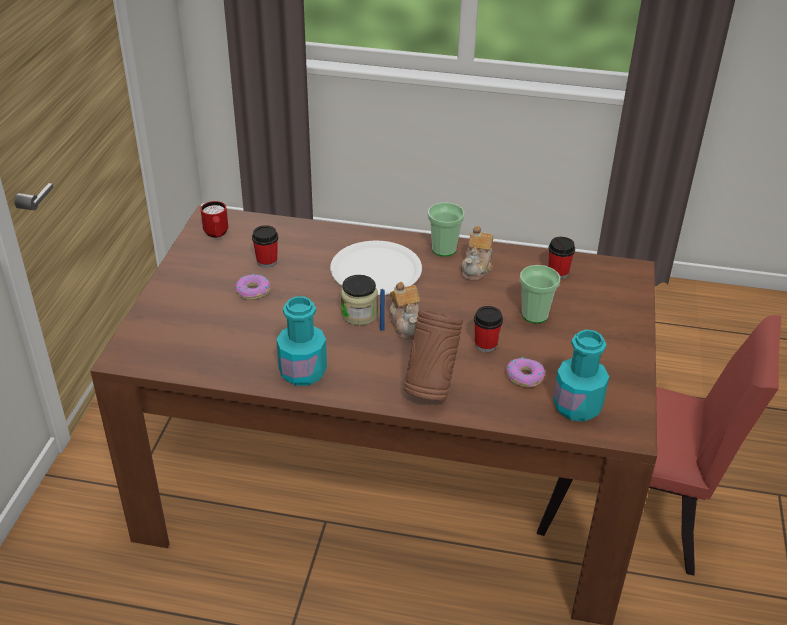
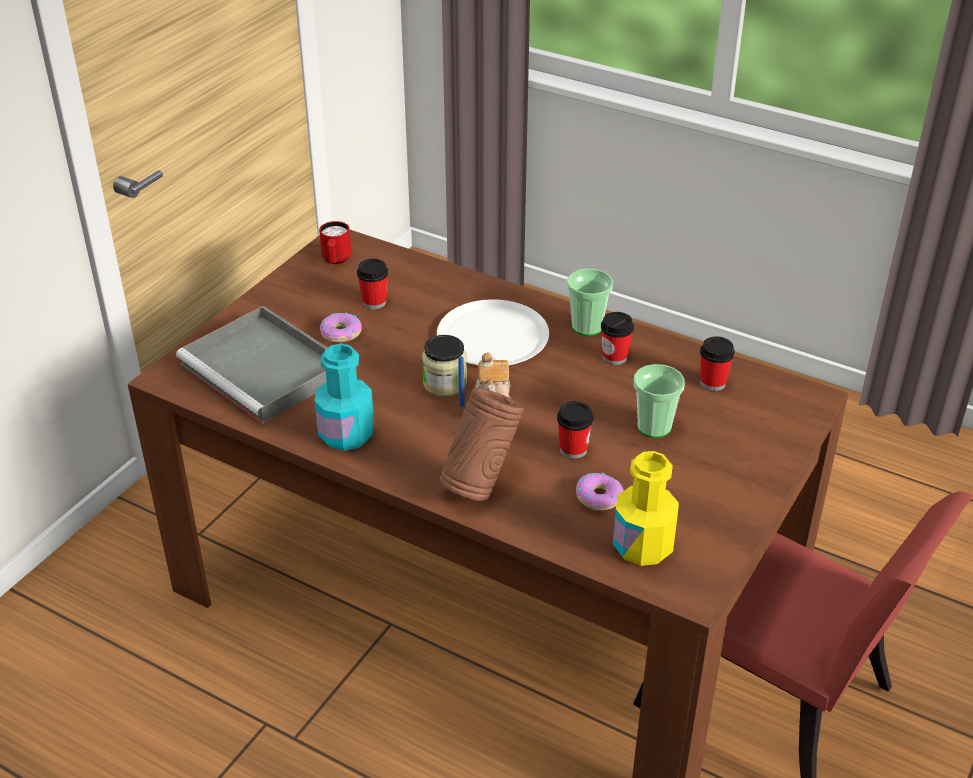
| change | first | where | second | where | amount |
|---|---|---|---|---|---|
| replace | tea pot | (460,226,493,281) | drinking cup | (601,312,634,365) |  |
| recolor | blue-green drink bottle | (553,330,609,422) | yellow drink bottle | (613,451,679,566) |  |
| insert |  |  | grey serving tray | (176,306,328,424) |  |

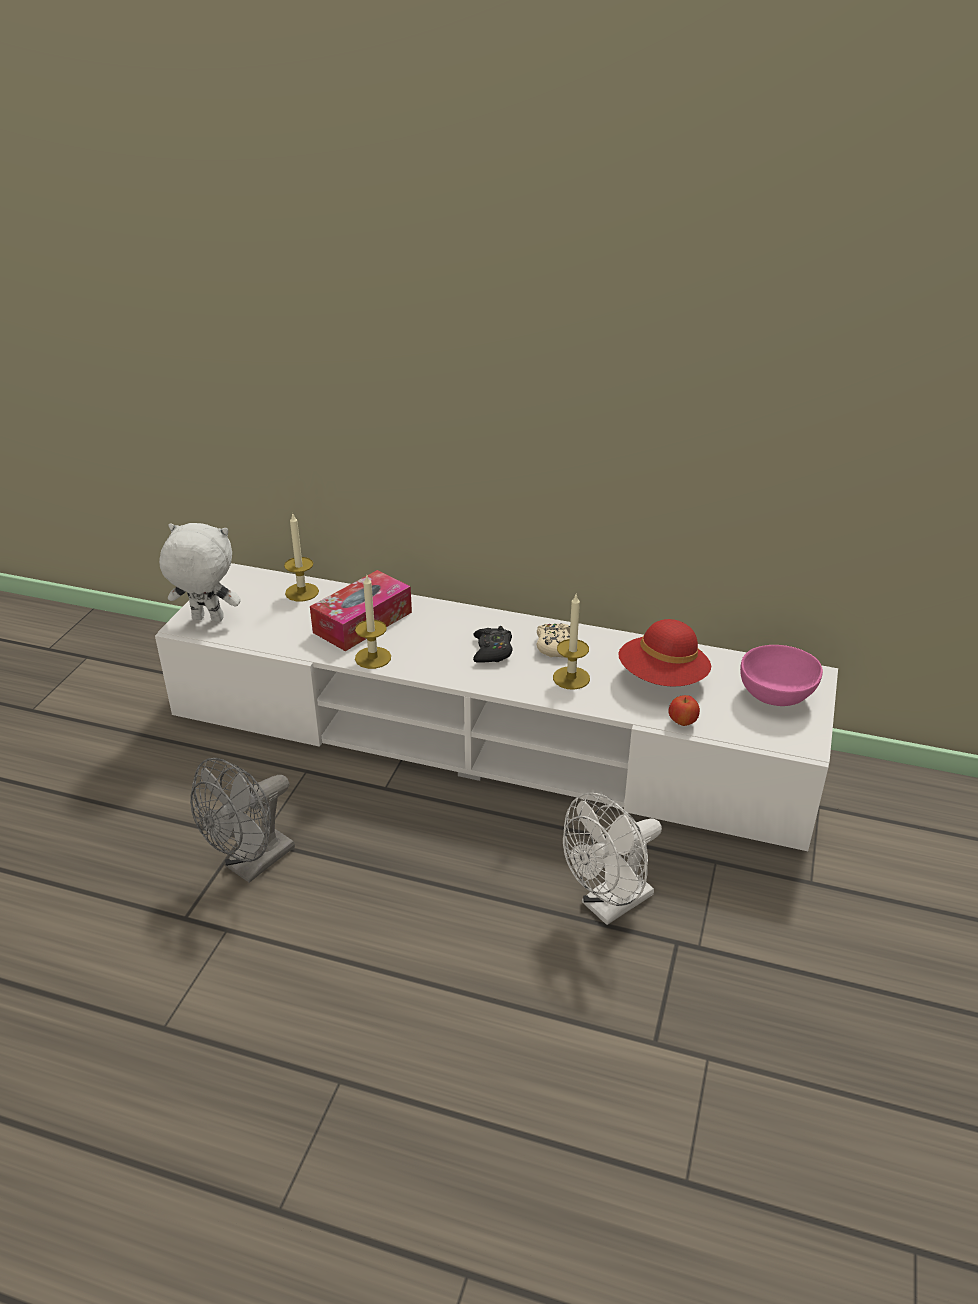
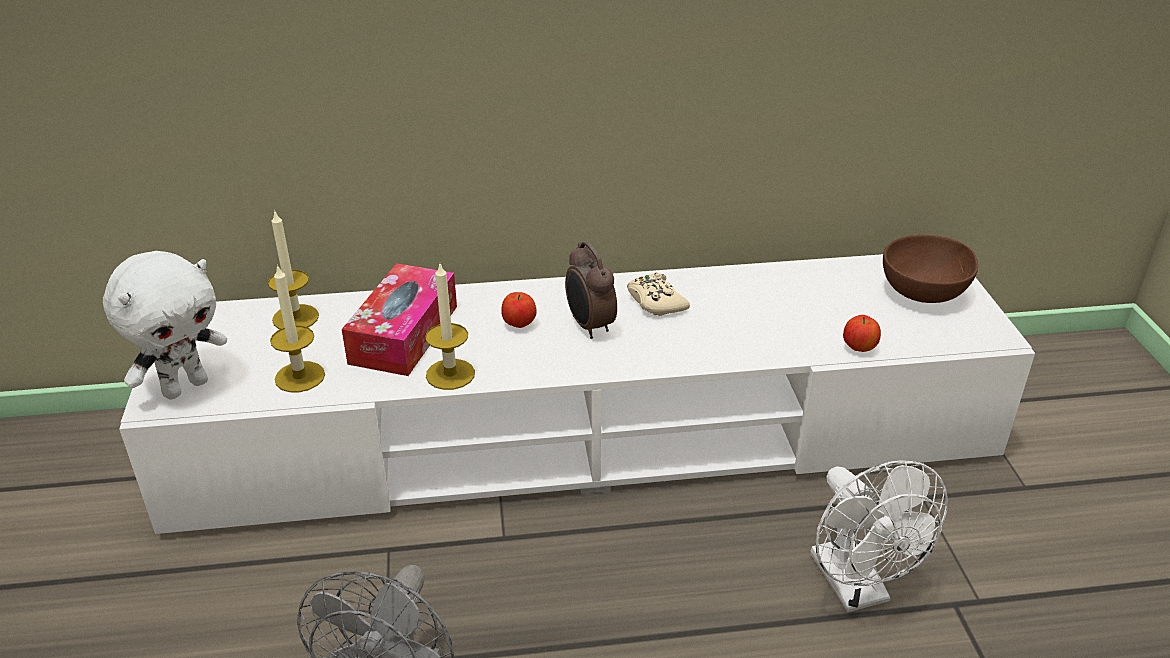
| change | first | where | second | where | amount |
|---|---|---|---|---|---|
| rotate | white-coloured plush toy | (159,523,241,622) |  | (103,251,227,400) | 150 degrees clockwise |
| replace | blackish game controller | (473,626,513,663) | table clock | (565,241,617,339) |  |
| move | wax candle | (553,595,590,690) |  | (270,264,325,392) |  |
| rotate | white-coloured fan | (563,793,662,925) |  | (810,460,948,612) | 45 degrees counterclockwise |
| delete | red-coloured clothing hat | (618,619,711,687) |  |  |  |
| recolor | pink-coloured serving bowl | (740,645,823,706) | brown serving bowl | (883,235,978,303) |  |
| insert |  |  | apple | (501,292,537,328) |  |

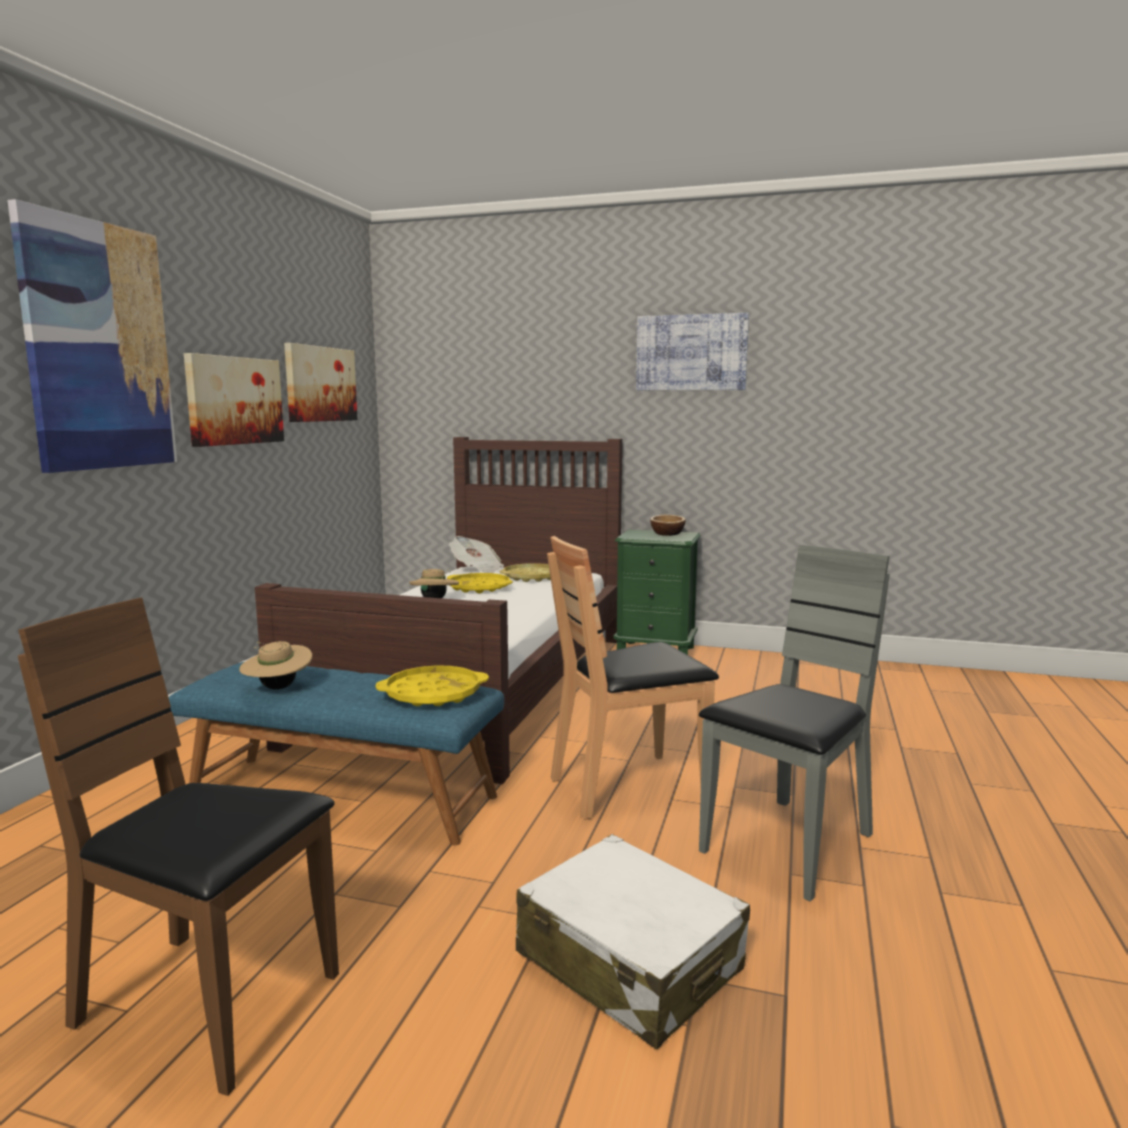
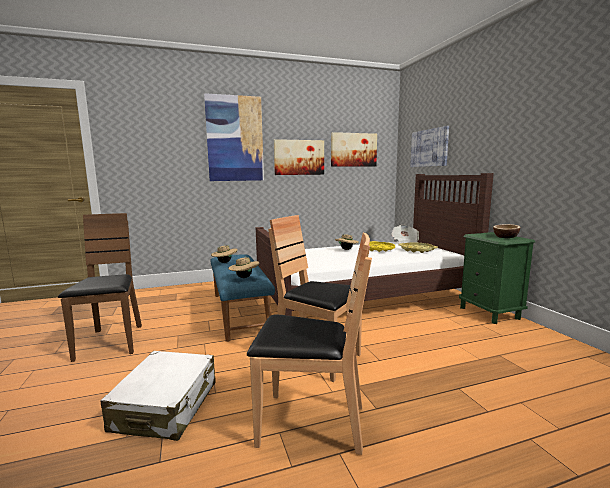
| change | first | where | second | where | amount |
|---|---|---|---|---|---|
| replace | yellow serving tray | (376,665,489,706) | beige clothing hat | (228,256,259,278) |  |
| move | wall picture | (636,313,749,391) |  | (410,126,449,167) |  |
| recolor | grey plain chair | (699,545,890,901) | brown plain chair | (247,232,372,455) |  |

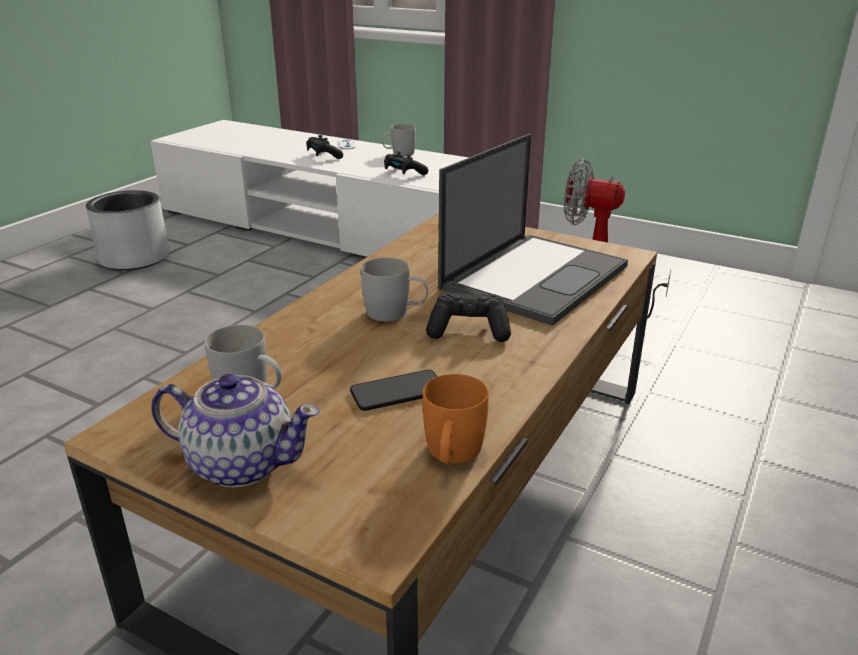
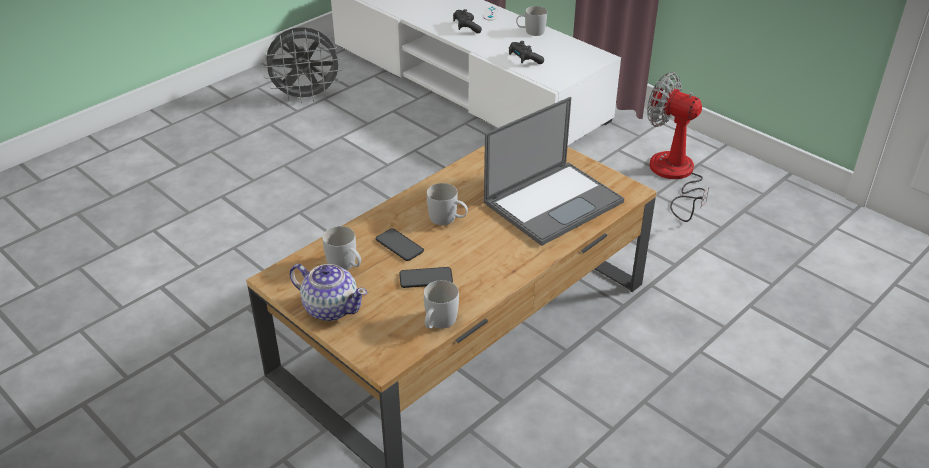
| change | first | where | second | where | amount |
|---|---|---|---|---|---|
| replace | grey flower pot | (86,190,169,271) | grey fan | (262,27,344,103) |  |
| recolor | orange-coloured mug | (423,374,489,463) | white-coloured mug | (424,280,459,329) |  |
| delete | blackish game controller | (426,292,511,342) |  |  |  |
| insert |  |  | handset | (376,228,424,261) |  |

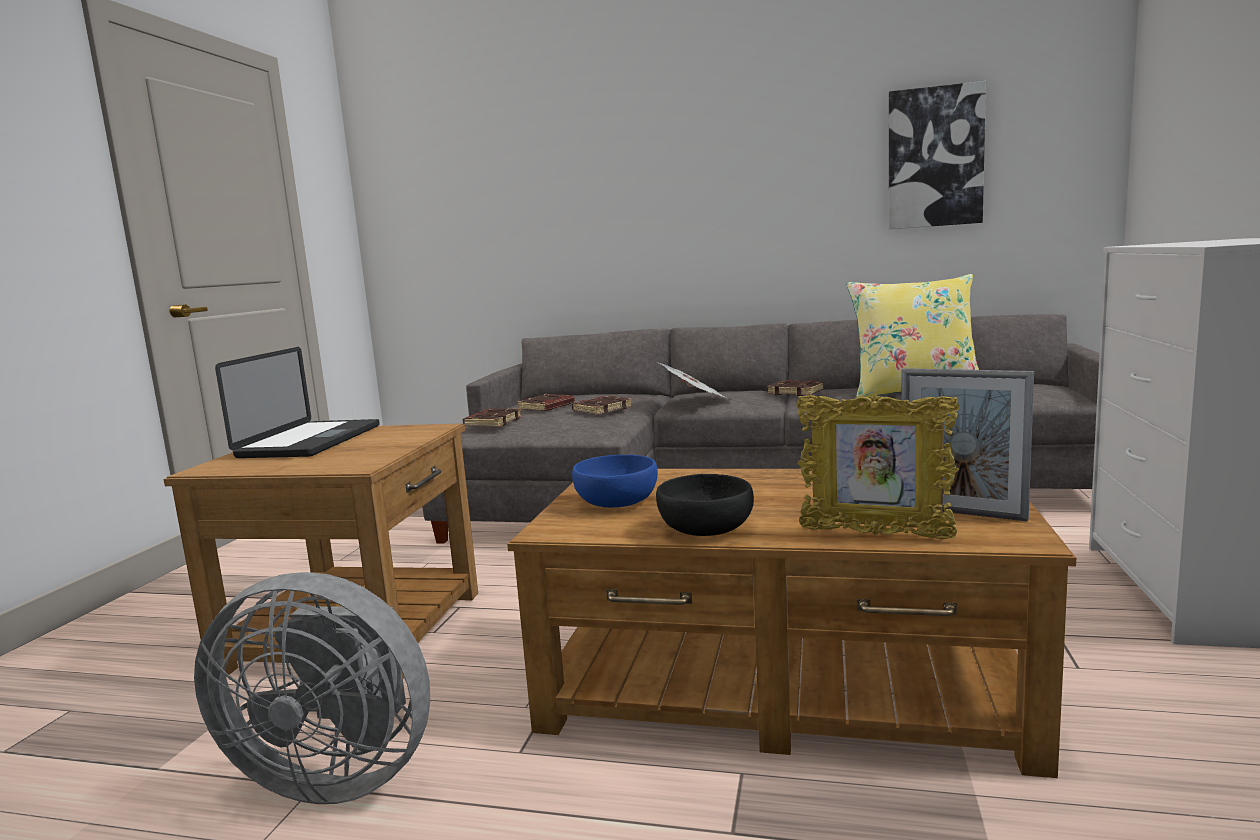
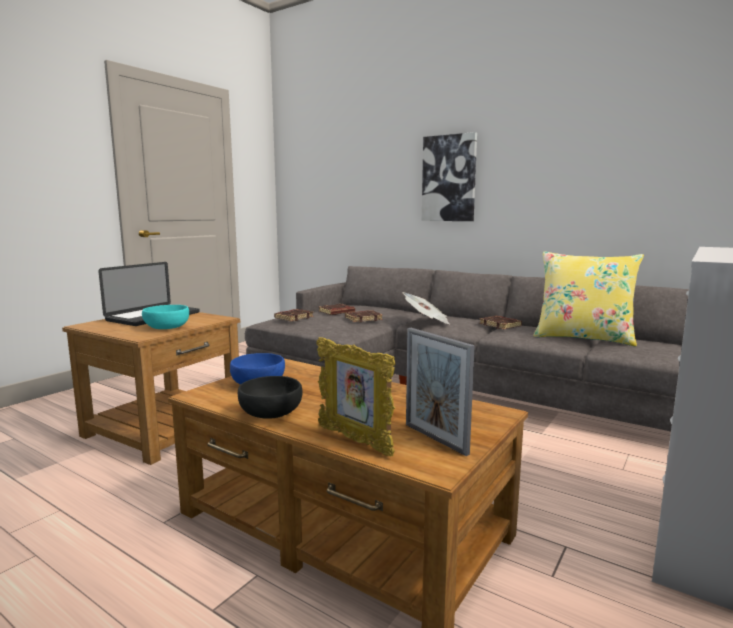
| change | first | where | second | where | amount |
|---|---|---|---|---|---|
| delete | grey fan | (194,572,430,804) |  |  |  |
| move | wall picture | (889,81,986,229) |  | (422,132,477,221) |  |
| insert |  |  | blue-green serving bowl | (142,305,189,329) |  |

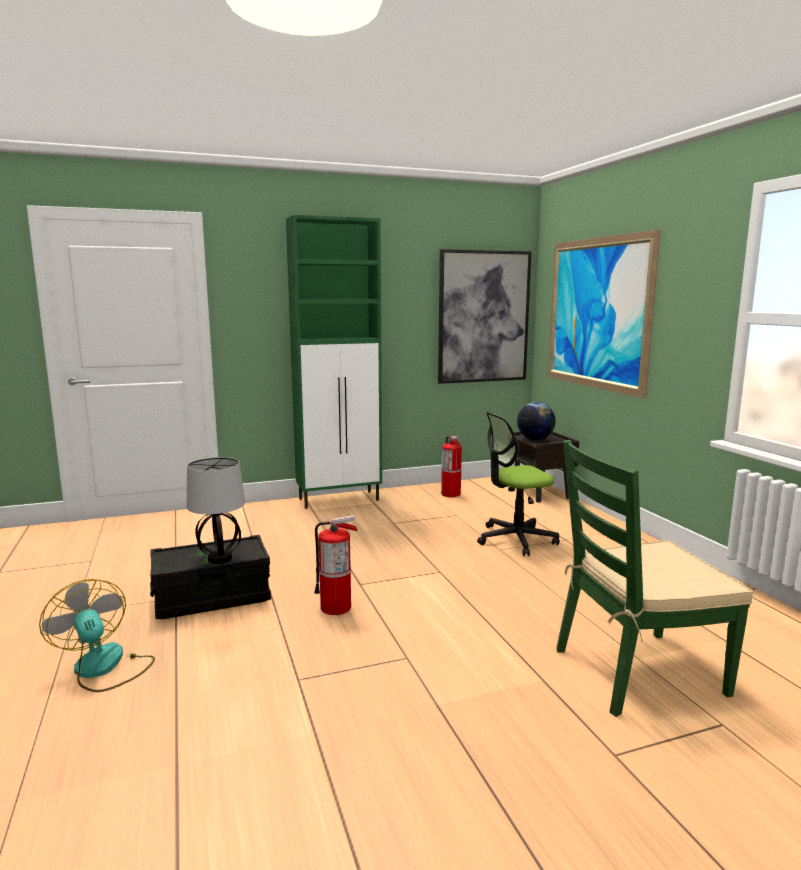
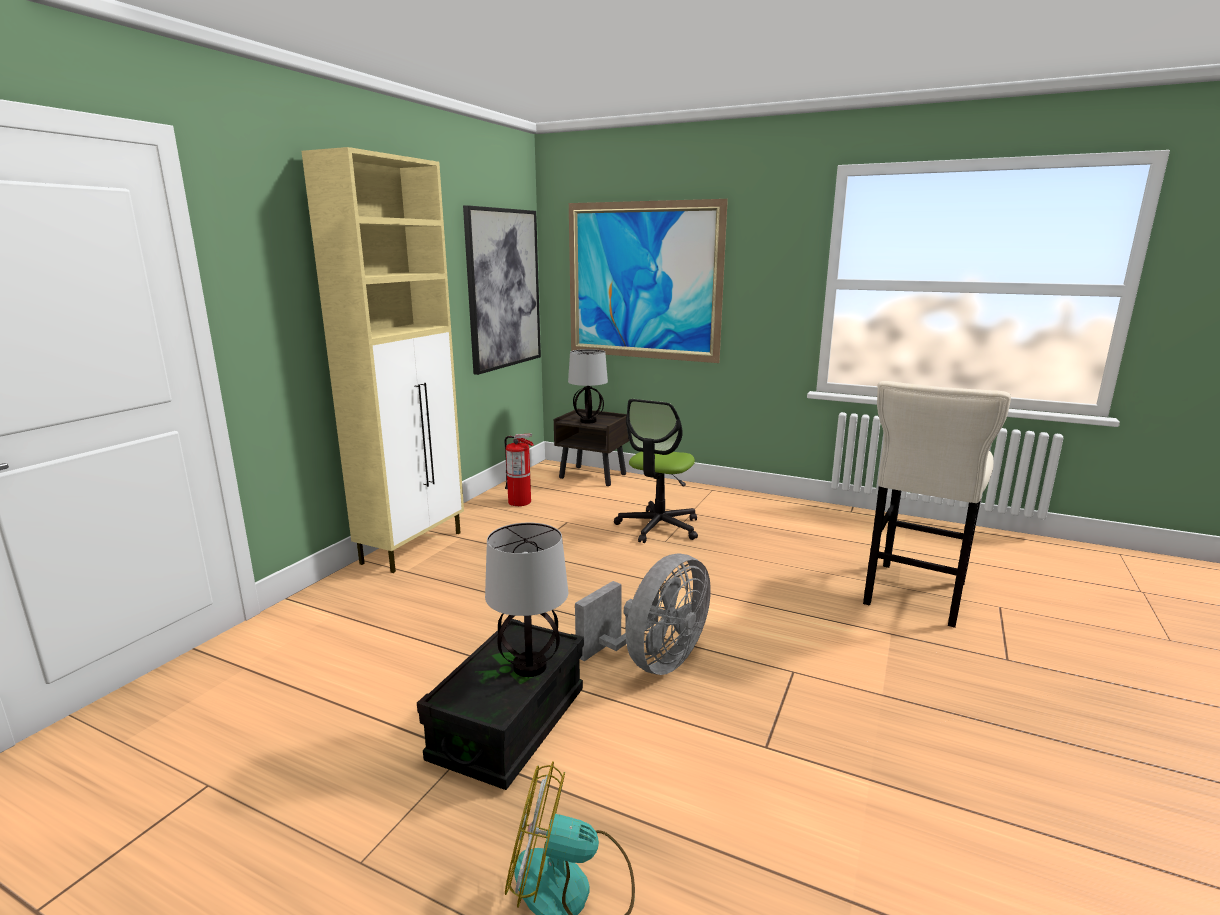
| change | first | where | second | where | amount |
|---|---|---|---|---|---|
| recolor | greenish storage cabinet | (286,215,382,509) | beige storage cabinet | (301,147,464,573) |  |
| replace | extinguisher | (314,515,358,615) | grey fan | (575,553,711,675) |  |
| replace | globe | (517,402,556,440) | tabletop lamp | (568,349,608,423) |  |
| replace | greenish plain chair | (556,440,753,717) | beige sitting stool | (863,381,1011,628) |  |

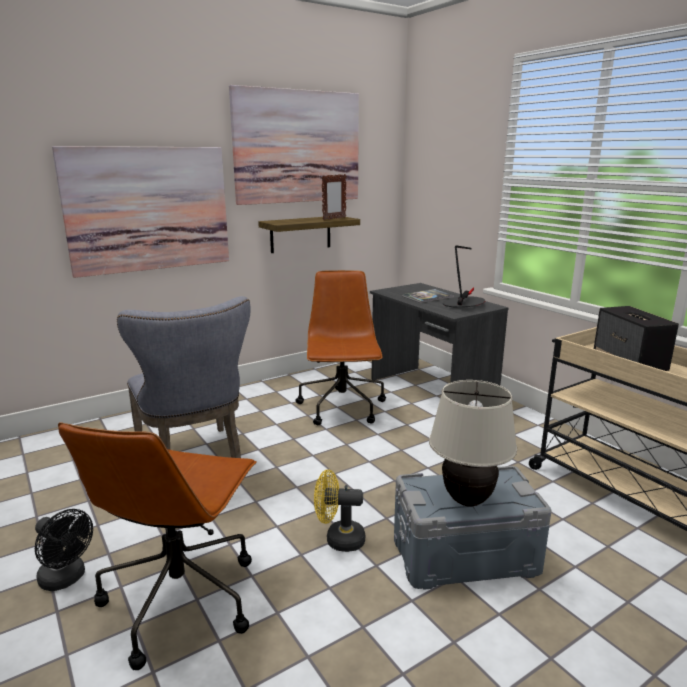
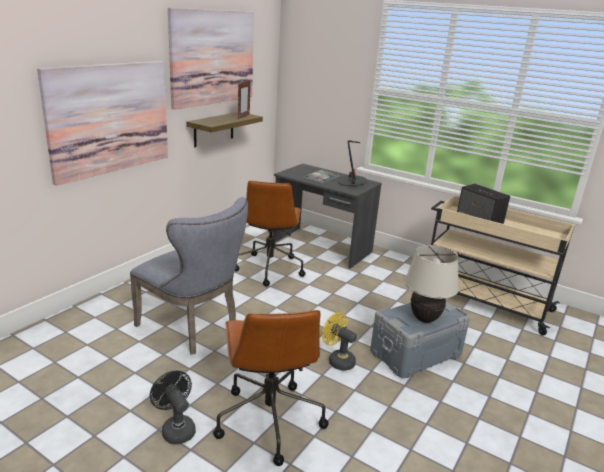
| change | first | where | second | where | amount |
|---|---|---|---|---|---|
| rotate | blackish fan | (35,509,93,591) |  | (150,371,196,444) | 135 degrees counterclockwise |
| rotate | brown office chair | (296,270,386,425) |  | (235,181,305,287) | 150 degrees counterclockwise |
| rotate | yellow fan | (314,469,365,552) |  | (322,312,357,371) | 60 degrees clockwise |

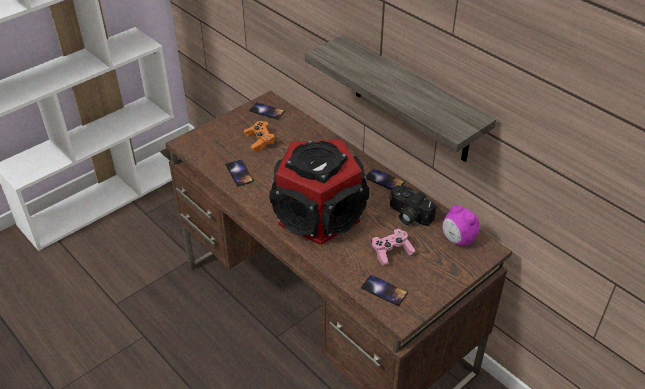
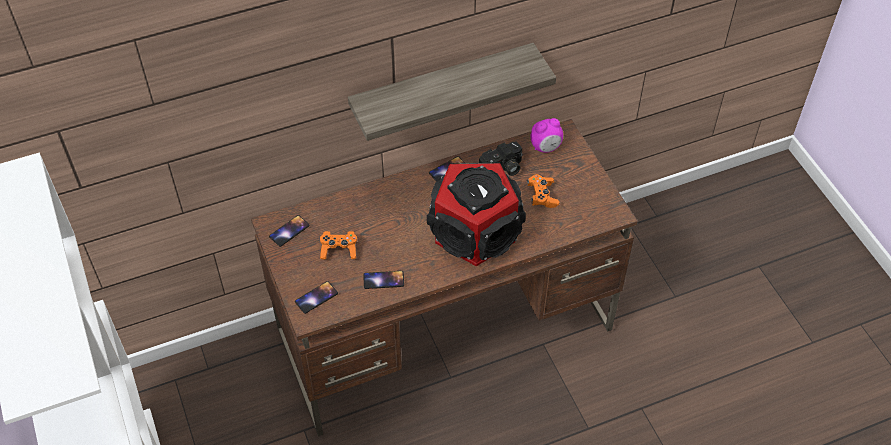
| change | first | where | second | where | amount |
|---|---|---|---|---|---|
| move | handset | (361,275,408,306) |  | (295,281,338,314) |  |
| recolor | pink-coloured game controller | (371,229,415,266) | orange-coloured game controller | (527,174,559,208) |  |

